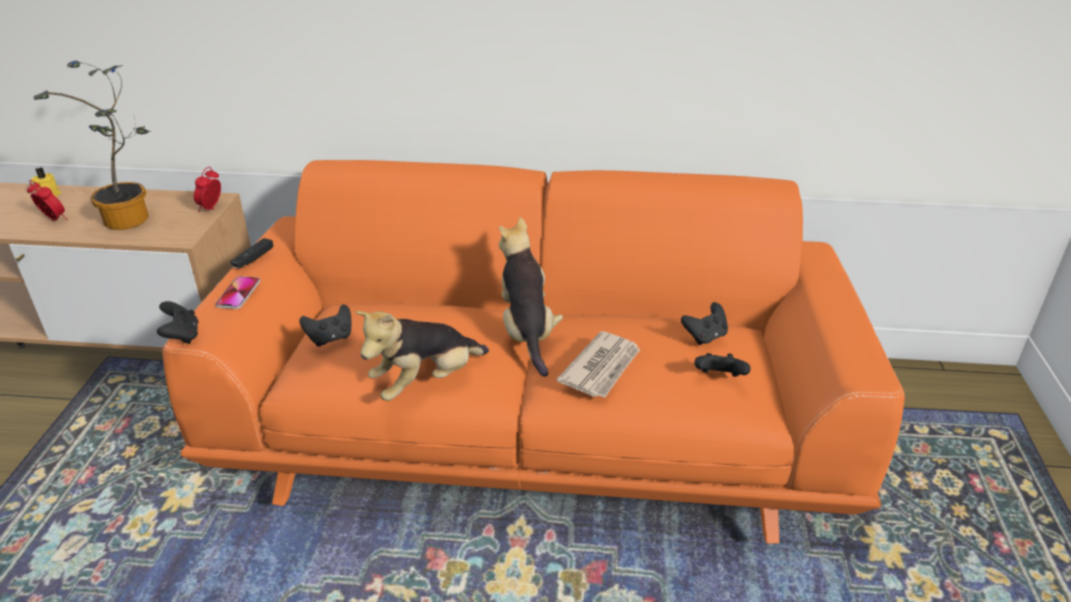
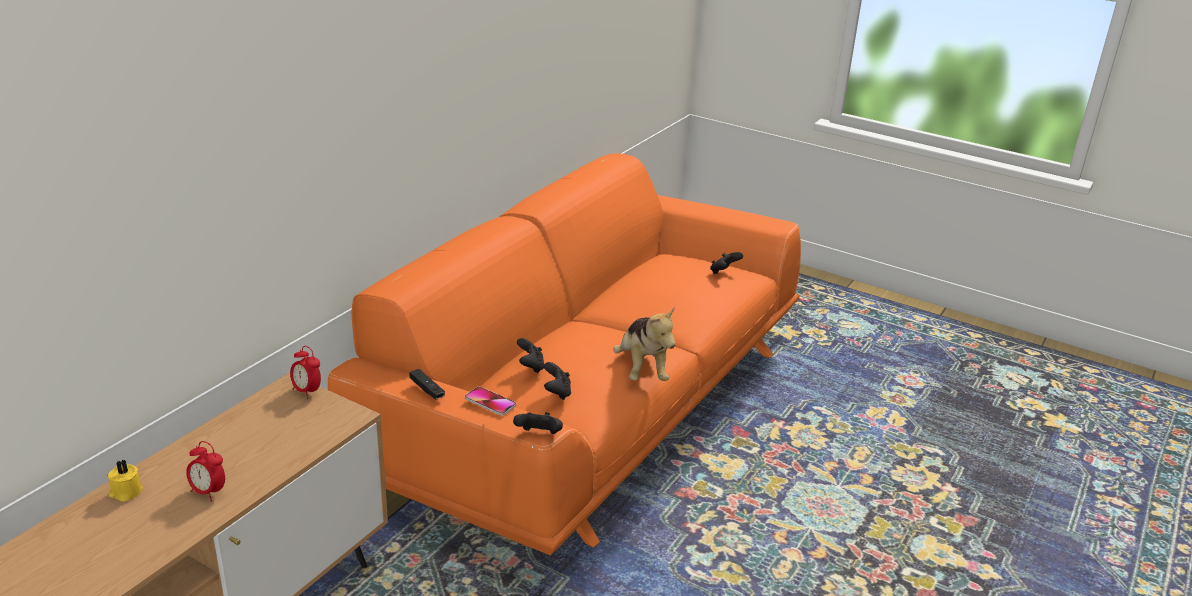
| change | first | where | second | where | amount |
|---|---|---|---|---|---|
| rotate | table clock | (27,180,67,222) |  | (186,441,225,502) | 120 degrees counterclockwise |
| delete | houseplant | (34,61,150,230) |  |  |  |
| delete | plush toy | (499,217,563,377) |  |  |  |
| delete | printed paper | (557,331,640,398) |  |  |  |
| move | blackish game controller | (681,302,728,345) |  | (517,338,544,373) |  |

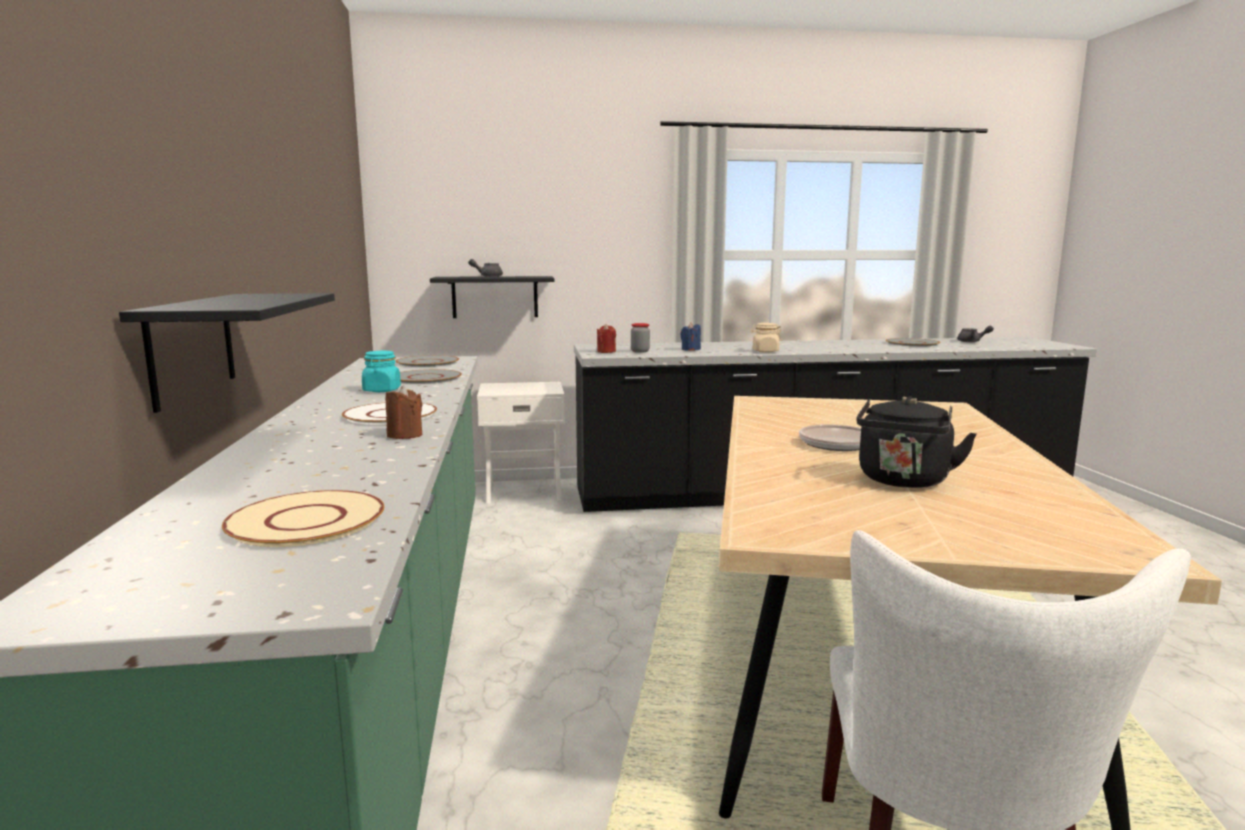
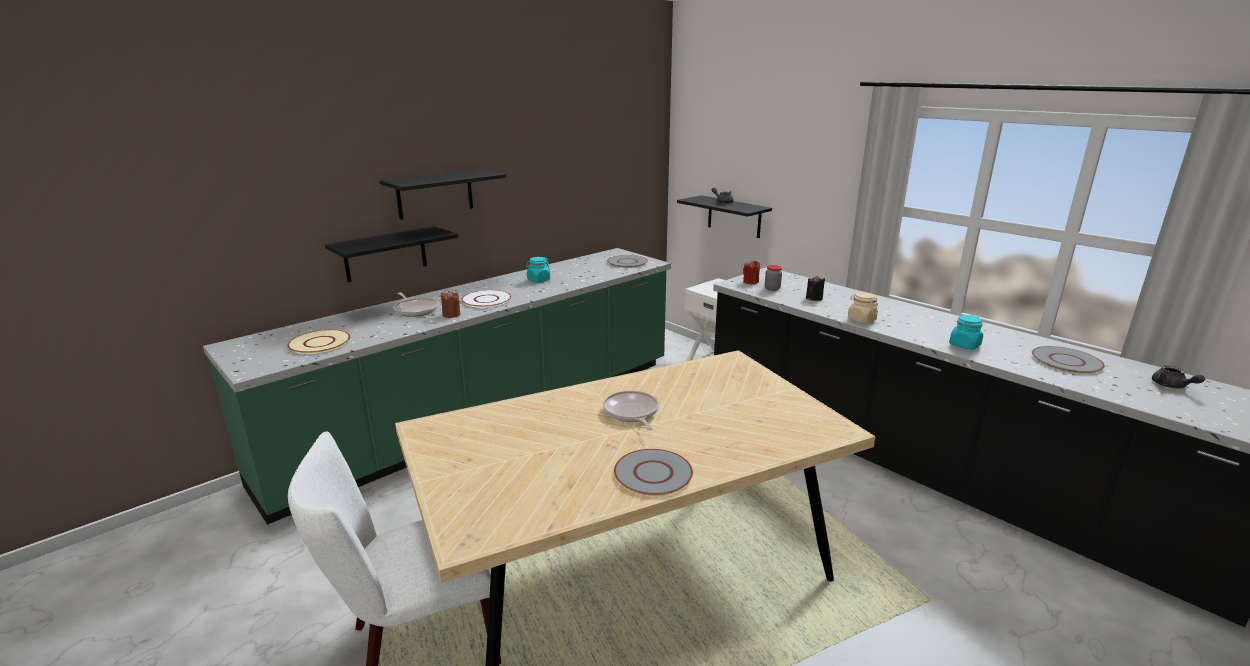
| change | first | where | second | where | amount |
|---|---|---|---|---|---|
| move | grey plate | (400,369,462,384) |  | (614,449,693,496) |  |
| recolor | blue-coloured wax candle | (680,322,701,351) | blackish wax candle | (806,275,825,301) |  |
| delete | blackish tea kettle | (856,396,977,488) |  |  |  |
| insert |  |  | blackish shelf | (380,169,506,220) |  |
| insert |  |  | frying pan | (394,292,438,317) |  |
| insert |  |  | blue-green jar | (949,315,983,350) |  |

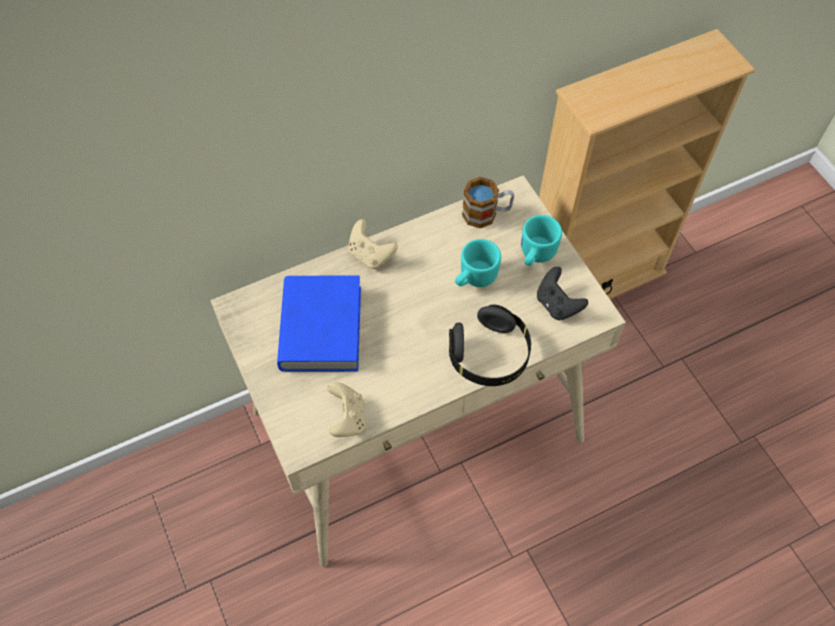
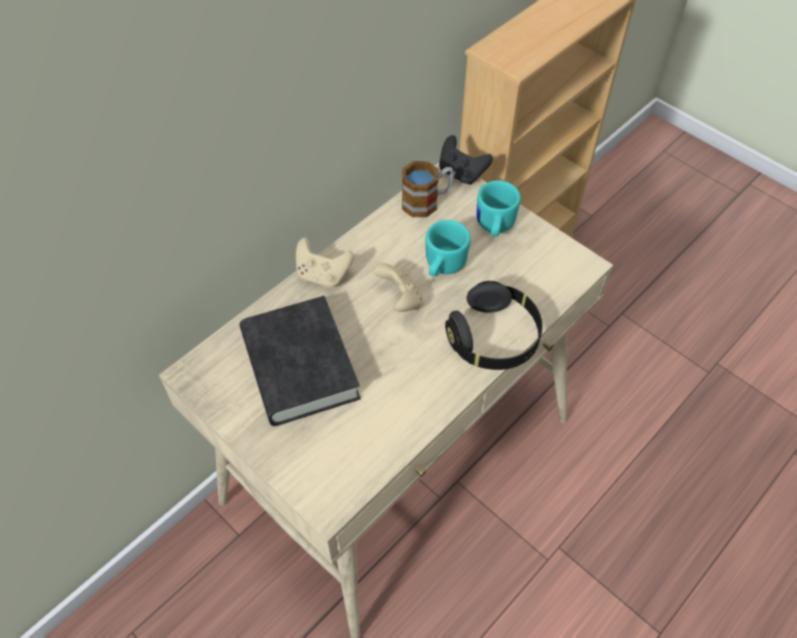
| change | first | where | second | where | amount |
|---|---|---|---|---|---|
| recolor | blue-coloured book | (277,276,361,372) | blackish book | (240,296,361,426) |  |
| move | beige game controller | (327,382,366,437) |  | (373,263,424,312) |  |
| move | blackish game controller | (537,267,588,320) |  | (439,135,493,185) |  |

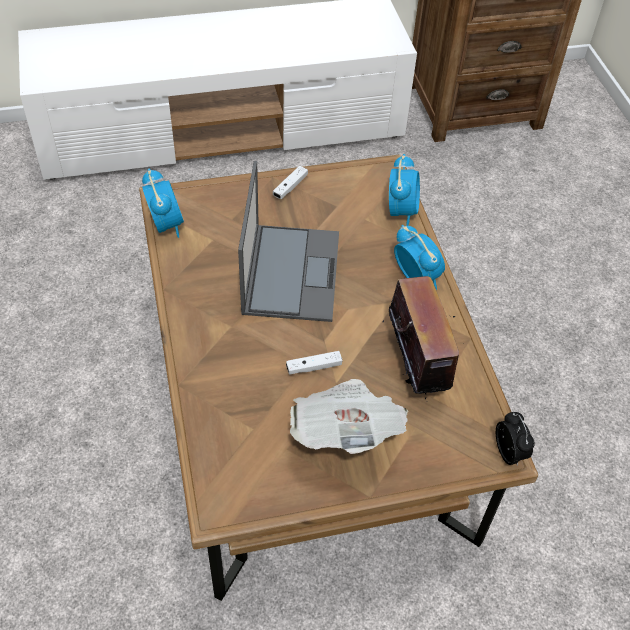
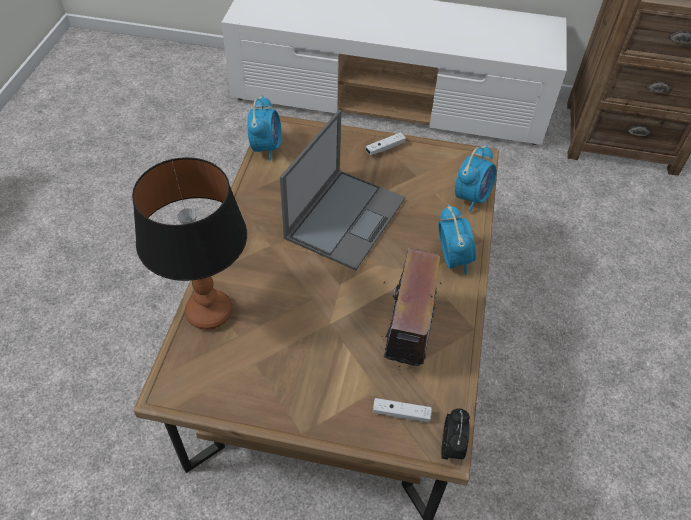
| change | first | where | second | where | amount |
|---|---|---|---|---|---|
| move | white-coloured game controller | (286,351,343,375) |  | (373,398,432,423) |  |
| delete | printed paper | (290,379,408,454) |  |  |  |
| insert |  |  | tabletop lamp | (132,157,247,330) |  |

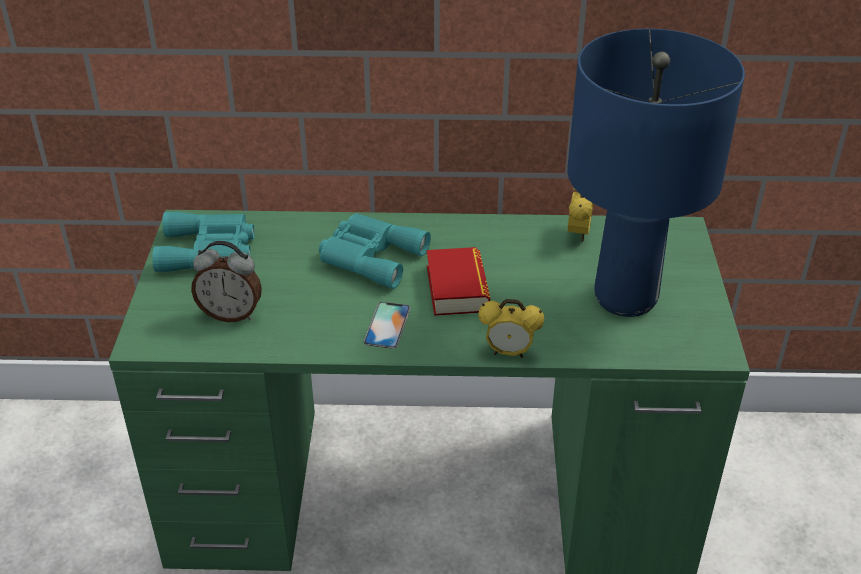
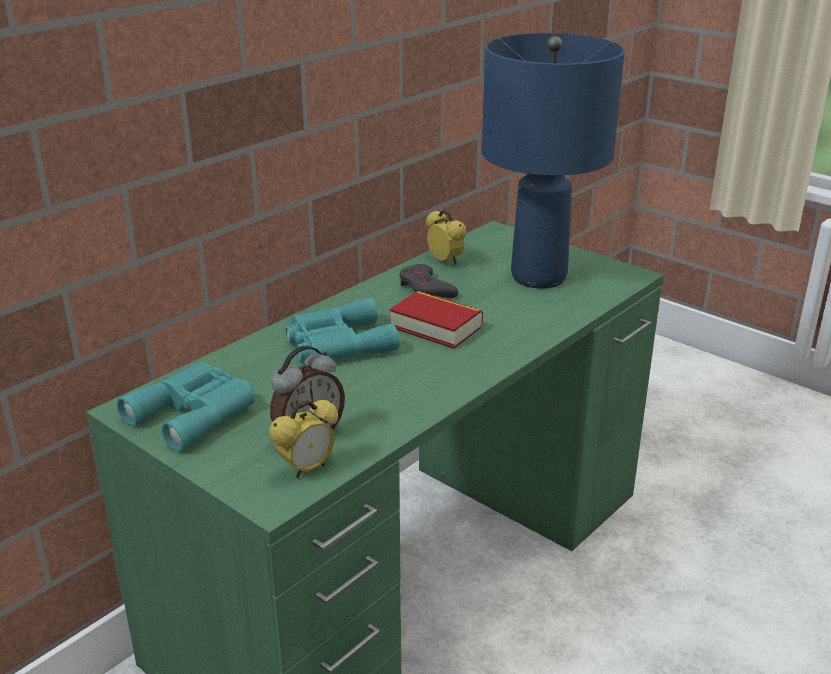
| change | first | where | second | where | amount |
|---|---|---|---|---|---|
| delete | handset | (364,302,411,349) |  |  |  |
| move | table clock | (478,299,544,358) |  | (269,400,338,478) |  |
| insert |  |  | grey game controller | (399,264,459,298) |  |

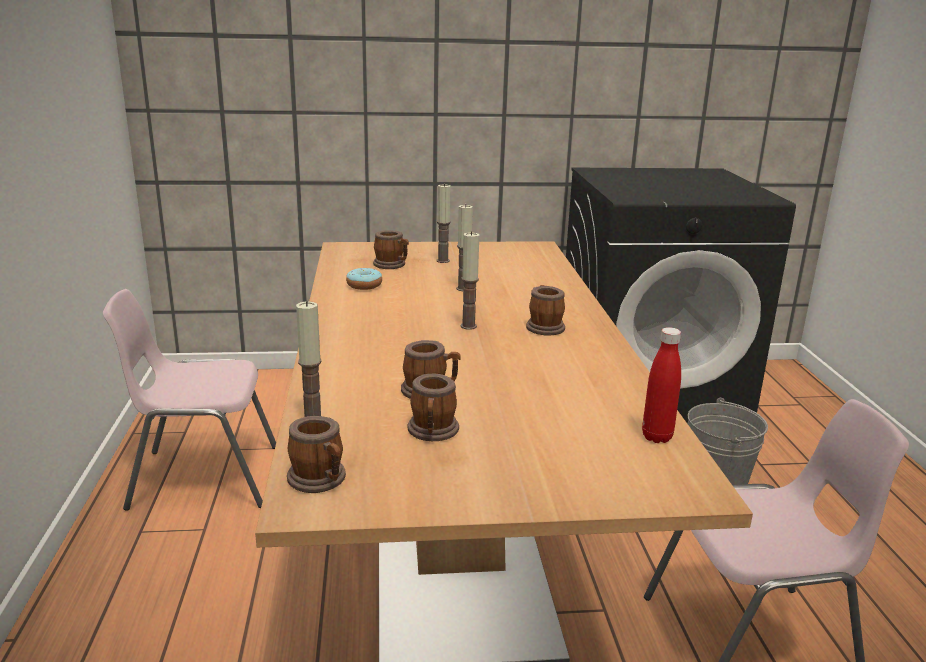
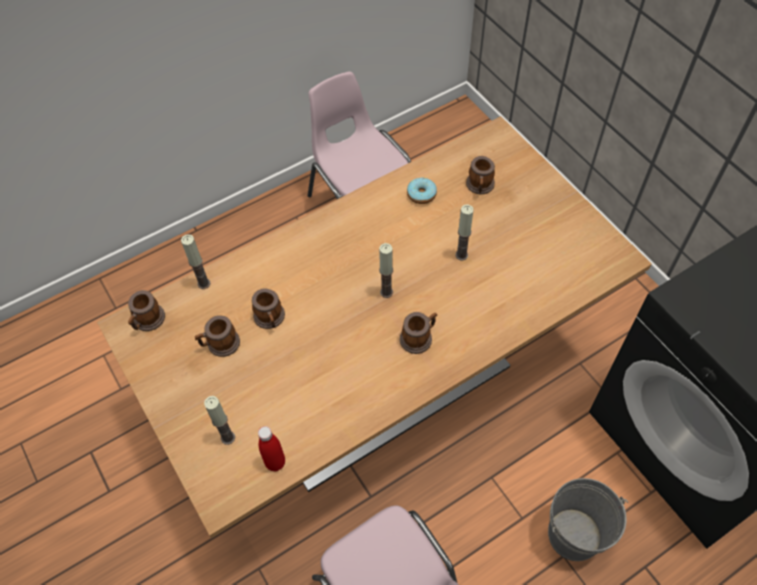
| change | first | where | second | where | amount |
|---|---|---|---|---|---|
| move | wax candle | (437,183,451,263) |  | (204,396,235,445) |  |

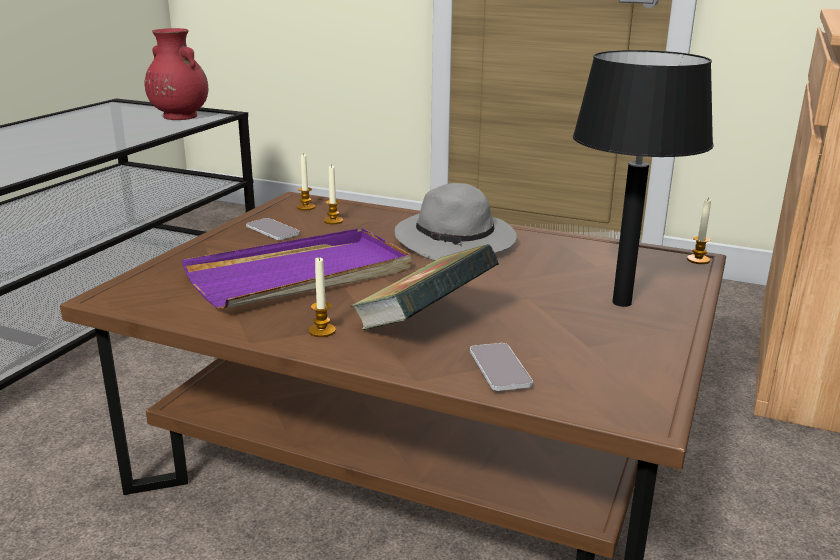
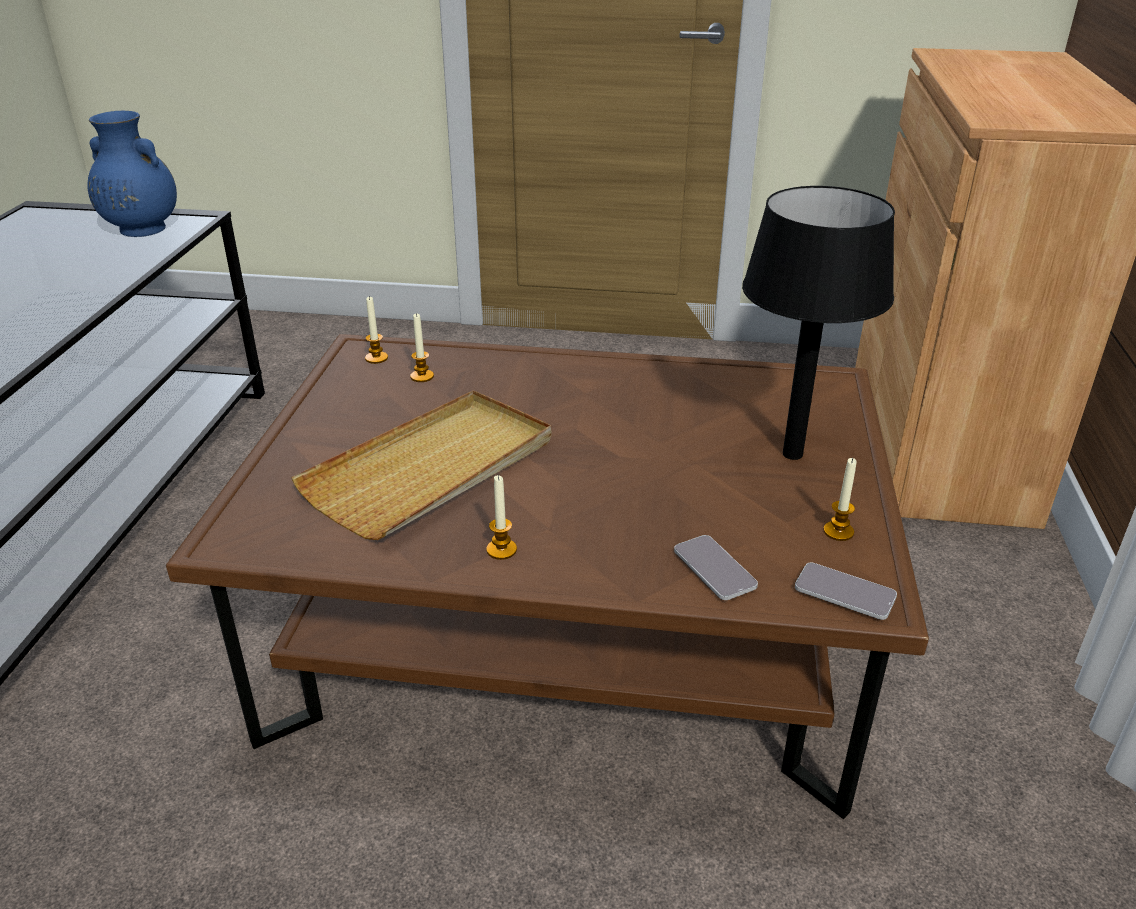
| change | first | where | second | where | amount |
|---|---|---|---|---|---|
| recolor | red-coloured decorative vase | (144,28,208,120) | blue-coloured decorative vase | (87,111,177,237) |  |
| recolor | purple-coloured serving tray | (182,228,411,309) | beige serving tray | (291,390,551,540) |  |
| move | handset | (246,218,300,240) |  | (795,563,897,620) |  |
| delete | book | (350,244,499,330) |  |  |  |
| delete | grey clothing hat | (395,183,517,260) |  |  |  |
| move | wax candle | (687,197,711,264) |  | (824,458,857,541) |  |

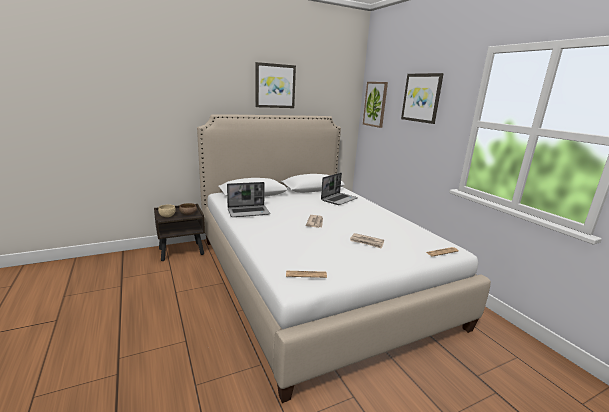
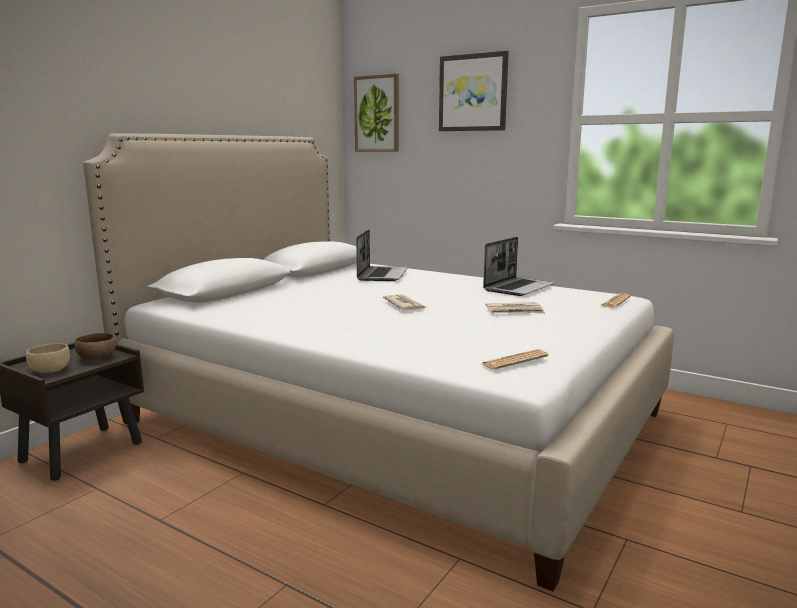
| change | first | where | second | where | amount |
|---|---|---|---|---|---|
| move | laptop | (227,182,270,217) |  | (483,237,554,296) |  |
| delete | wall picture | (256,62,296,108) |  |  |  |

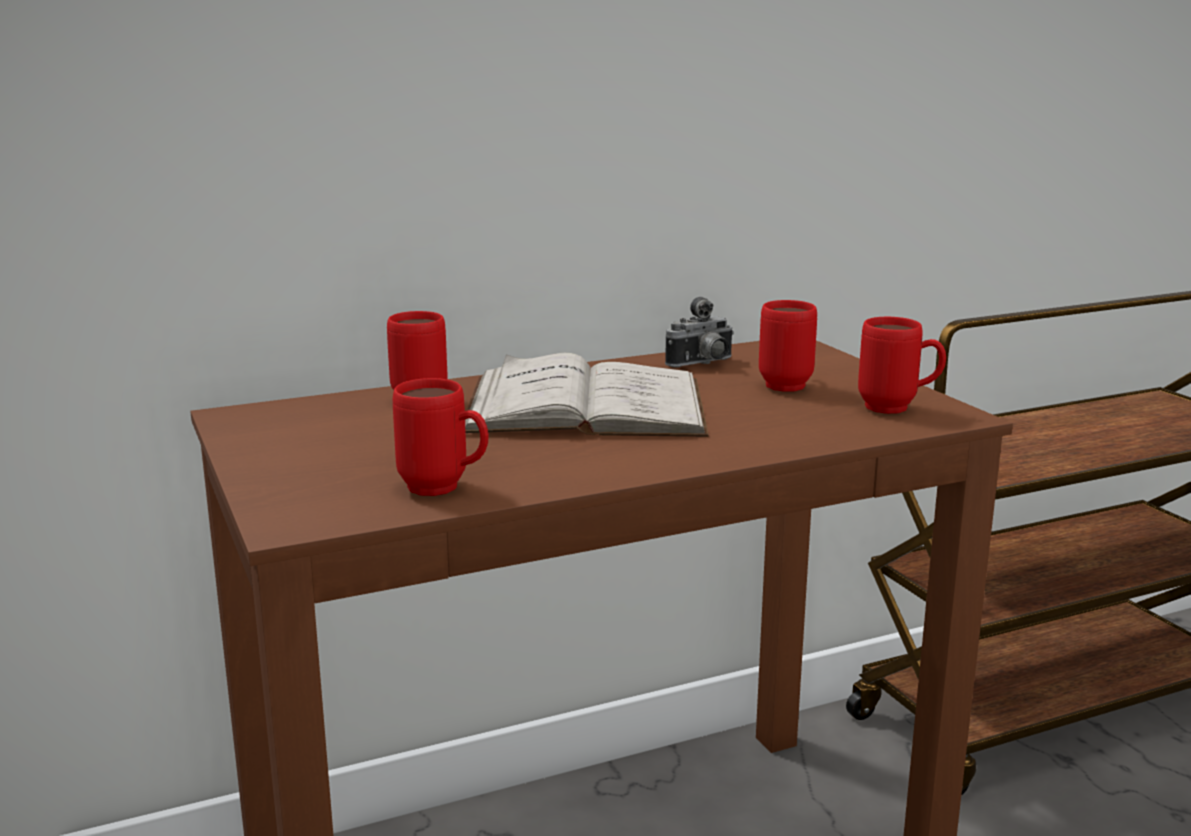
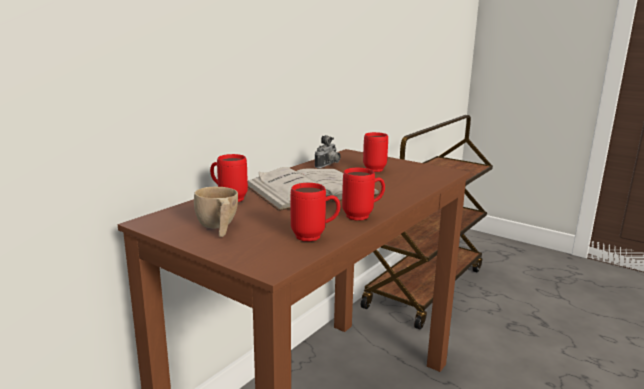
| change | first | where | second | where | amount |
|---|---|---|---|---|---|
| move | red-coloured mug | (858,317,946,414) |  | (342,168,385,220) |  |
| insert |  |  | beige drinking cup | (194,187,238,237) |  |

